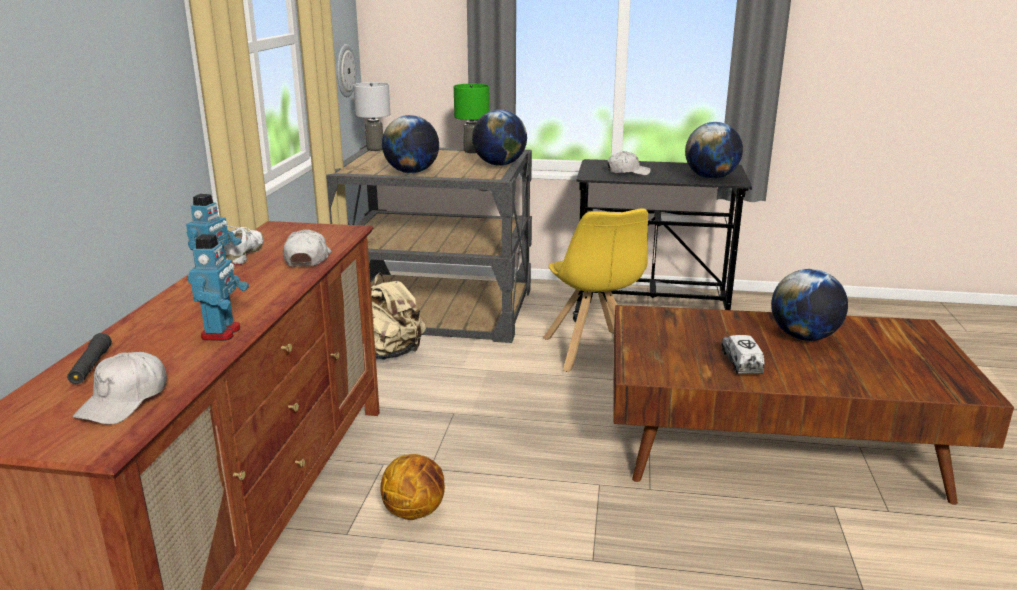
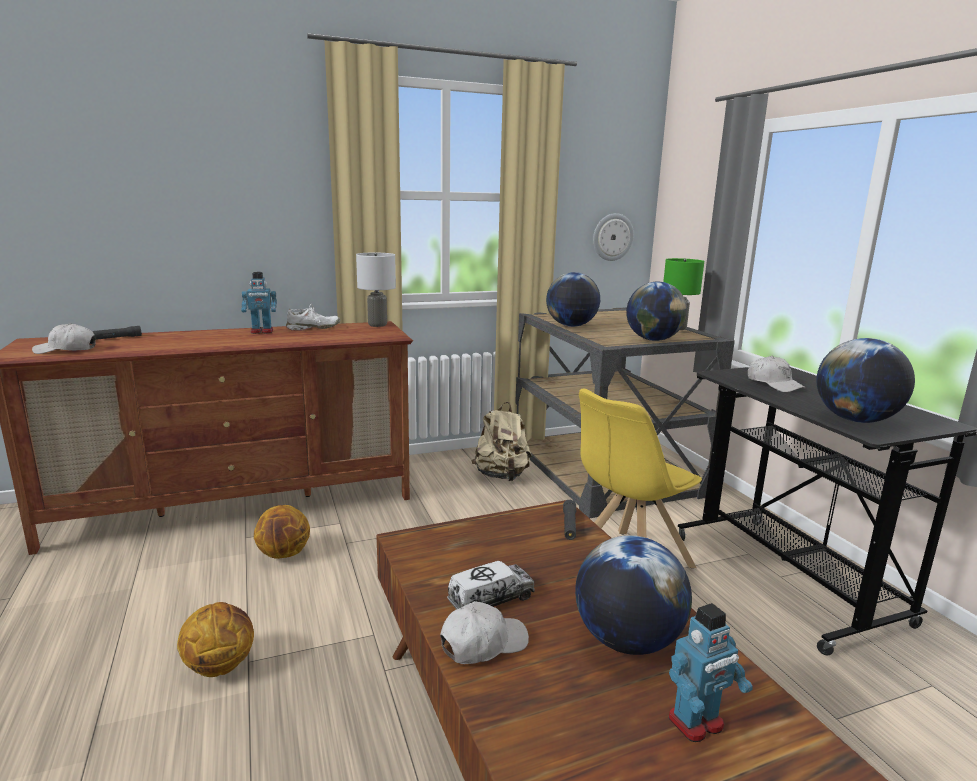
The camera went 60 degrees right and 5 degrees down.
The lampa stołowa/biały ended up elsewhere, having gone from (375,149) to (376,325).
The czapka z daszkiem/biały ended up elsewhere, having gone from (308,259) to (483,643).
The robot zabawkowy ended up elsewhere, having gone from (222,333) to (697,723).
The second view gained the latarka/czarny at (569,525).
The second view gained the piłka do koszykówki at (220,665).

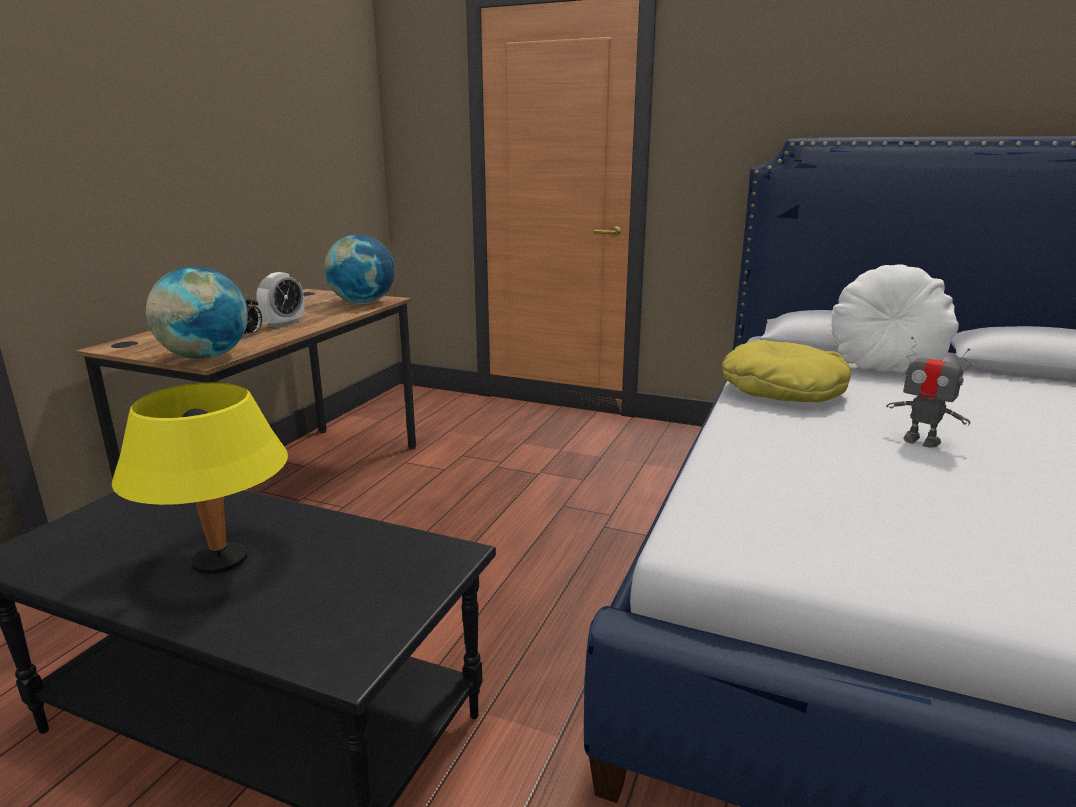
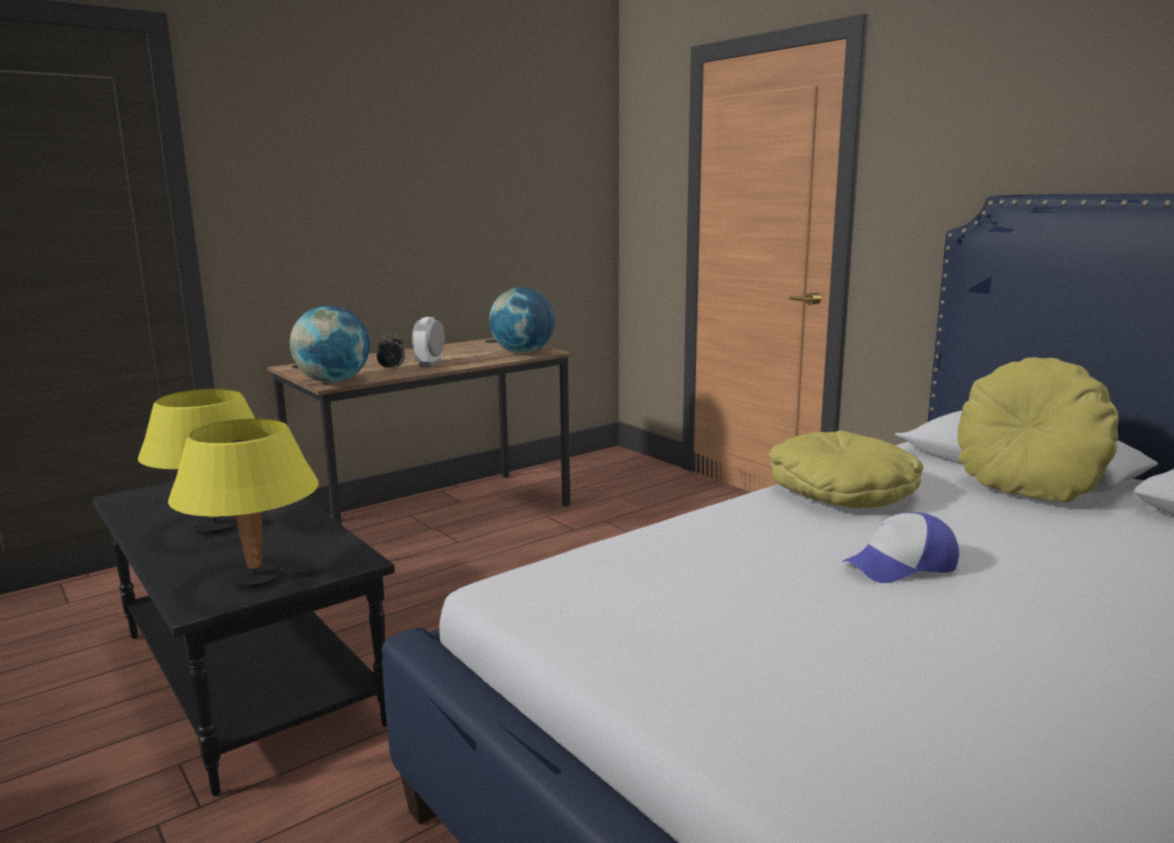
The camera went 30 degrees right and 5 degrees down.
What was the poduszka/biały at (884,369) turned into the poduszka/żółty at (1026,492).
The budzik at (283,324) ended up facing another way, 135 degrees clockwise from before.
Where the robot zabawkowy stood at (921,440), the czapka z daszkiem came to stand at (901,565).
The second view gained the lampa stołowa/żółty at (255,580).

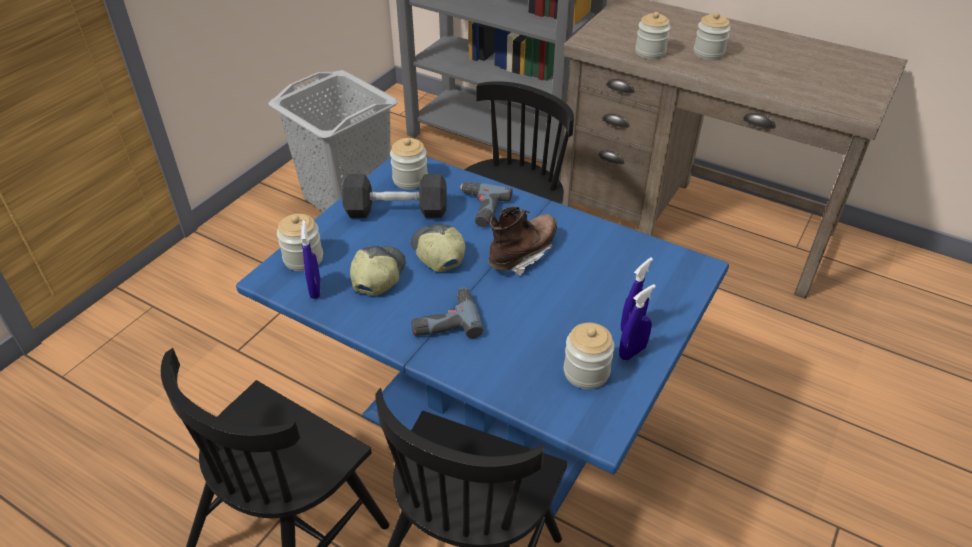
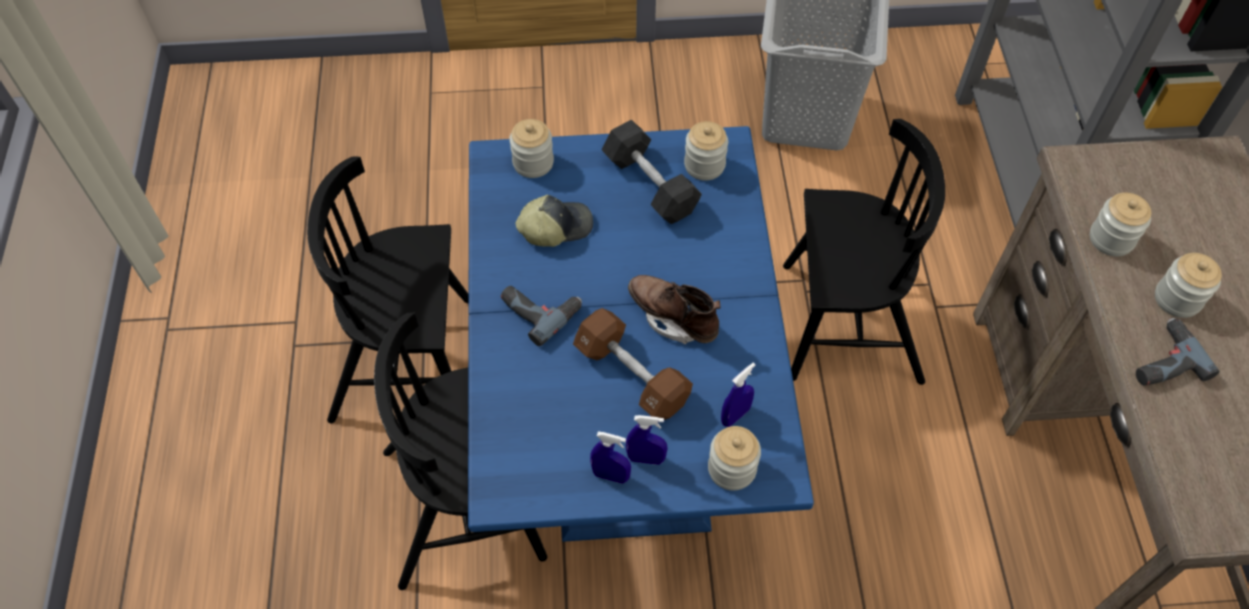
The camera went 55 degrees right and 15 degrees up.
The wiertarka ended up elsewhere, having gone from (479,208) to (1162,359).
The but z cholewką/brązowy at (522,254) ended up facing another way, 150 degrees counterclockwise from before.
The spryskiwacz/niebieski ended up elsewhere, having gone from (315,289) to (735,415).
The second view lost the czapka z daszkiem at (437,253).
The słoik ended up elsewhere, having gone from (586,372) to (732,469).
The second view gained the hantel/brązowy at (632,375).

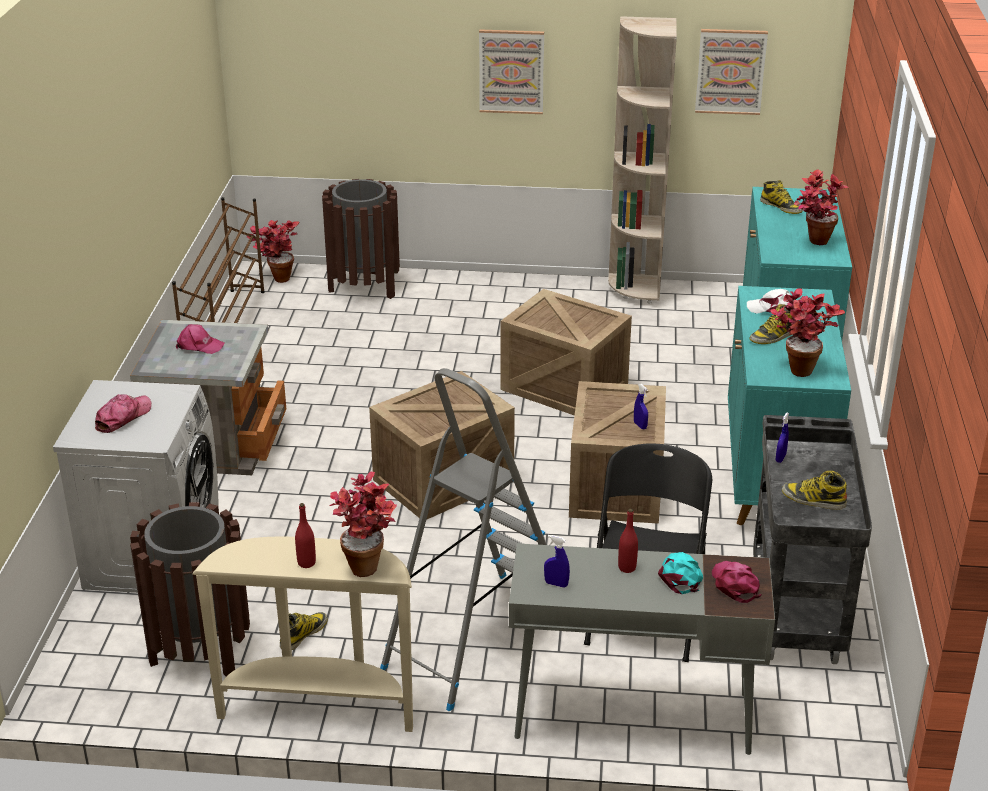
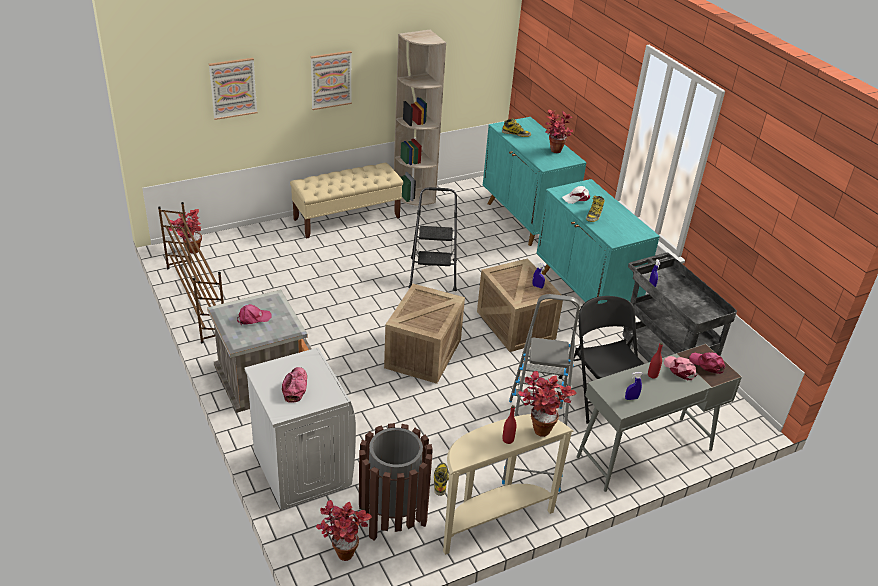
The camera went 35 degrees left and 5 degrees up.
The obraz ended up elsewhere, having gone from (730,71) to (233,88).
The second view lost the kosz na śmieci/brązowy at (364,287).
The roślina doniczkowa ended up elsewhere, having gone from (799,367) to (342,550).
Where the skrzynka stood at (566,387), the drabinka/czarny came to stand at (433,272).
The second view lost the but z cholewką at (813,500).
What was the czapka z daszkiem/turkusowy at (680,575) turned into the czapka z daszkiem/różowy at (679,369).
The second view gained the ławka/beżowy at (347,218).

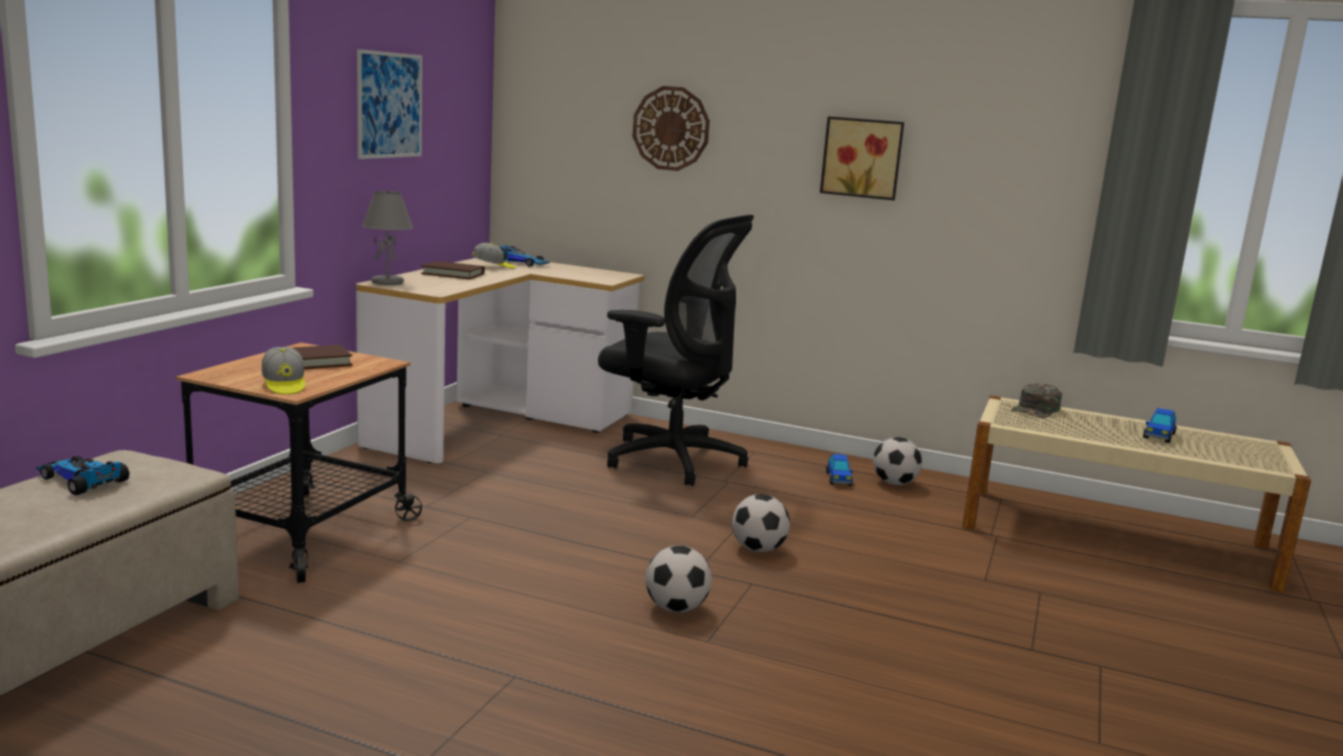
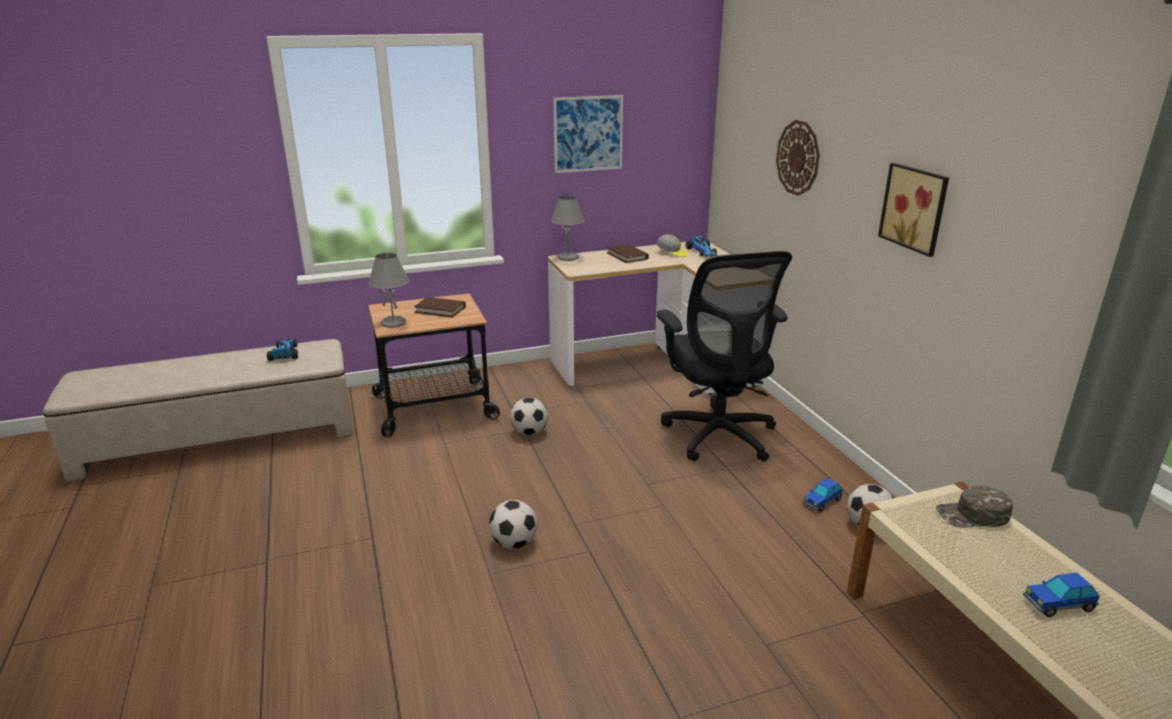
The camera went 50 degrees right and 10 degrees up.
Where the czapka z daszkiem stood at (284,385), the lampa stołowa/szary came to stand at (394,323).
The piłka futbolowa ended up elsewhere, having gone from (758,549) to (529,432).

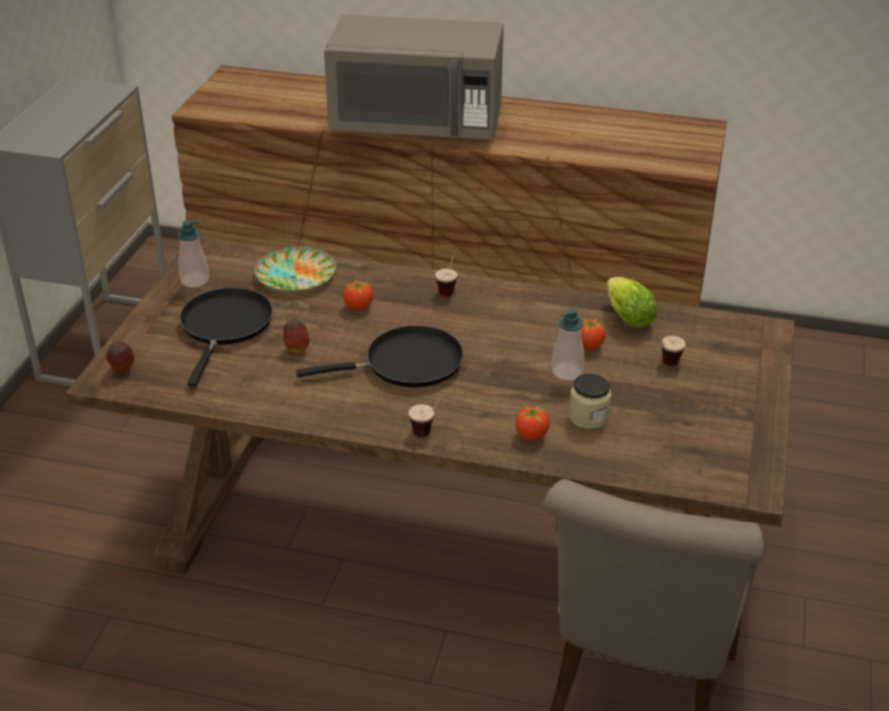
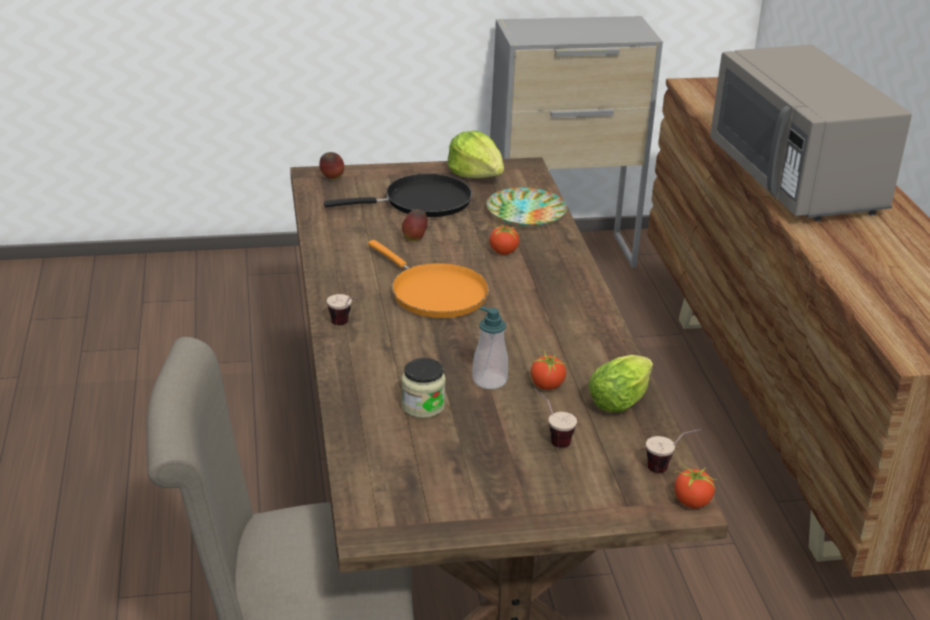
The camera went 65 degrees right and 5 degrees down.
Where the dozownik mydła stood at (195,280), the sałata came to stand at (476,174).
The filiżanka ended up elsewhere, having gone from (449,288) to (669,467).
What was the patelnia/czarny at (406,364) turned into the patelnia/pomarańczowy at (434,293).
The pomidor ended up elsewhere, having gone from (531,435) to (691,502).

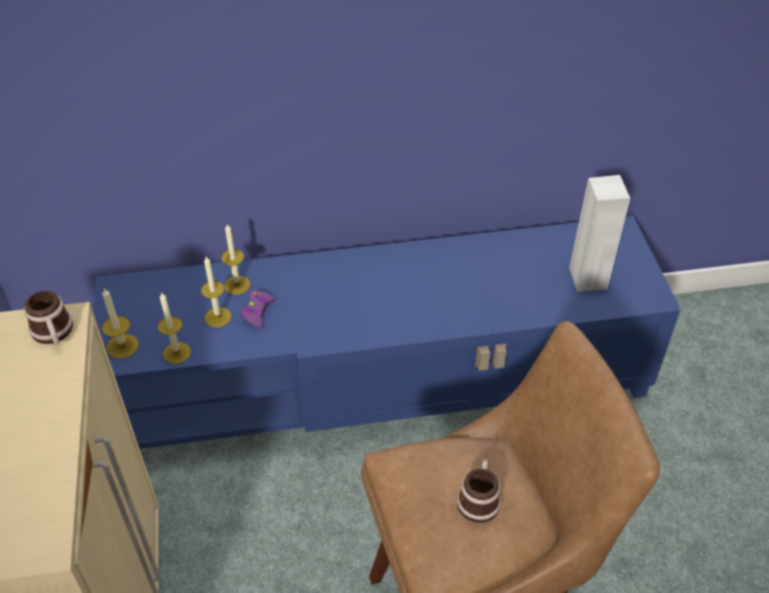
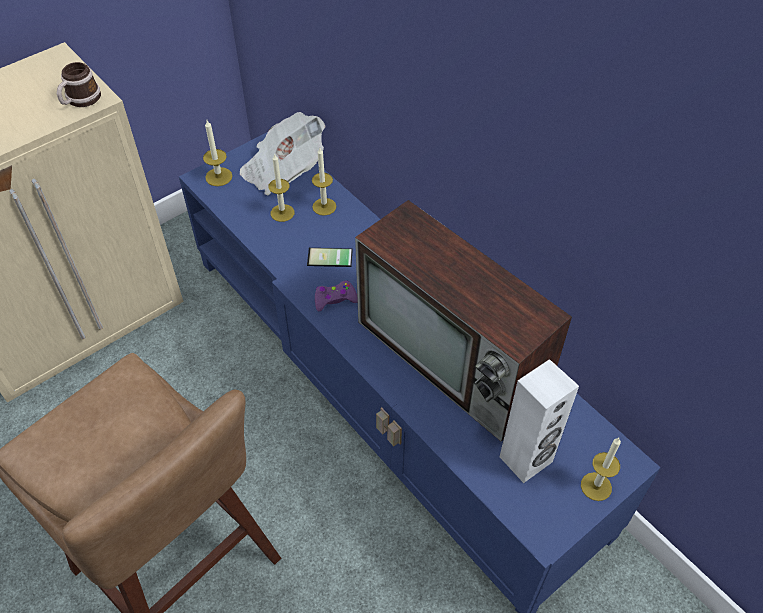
The camera went 60 degrees right and 5 degrees up.
The pad do gier/fioletowy ended up elsewhere, having gone from (257,312) to (335,299).
The świeca ended up elsewhere, having gone from (177,353) to (596,486).
The second view lost the kubek at (479,499).
The second view gained the gazeta at (284,170).
The second view gained the telewizor at (453,360).
The second view gained the telefon at (329,259).

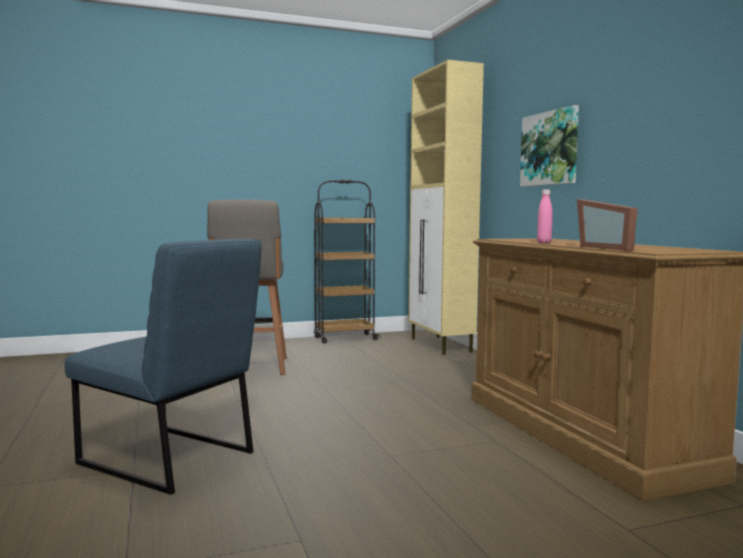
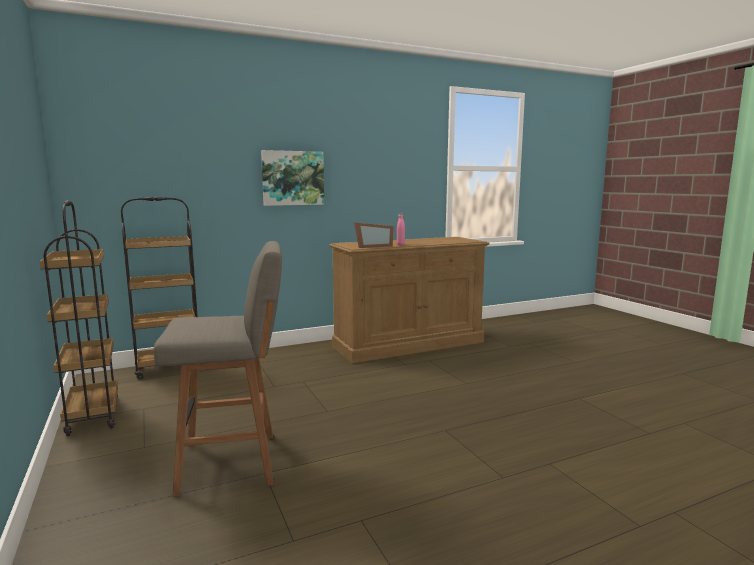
The camera went 95 degrees left and 5 degrees up.
Where the szafka/beżowy stood at (441,345), the wózek/brązowy came to stand at (170,369).
The ramka na zdjęcie ended up elsewhere, having gone from (609,248) to (372,246).
The second view lost the krzesło/niebieski at (169,459).

